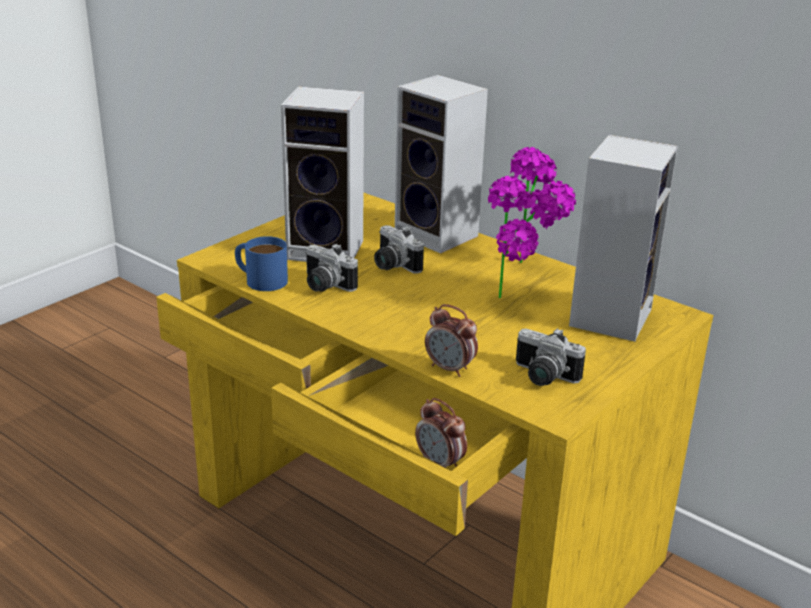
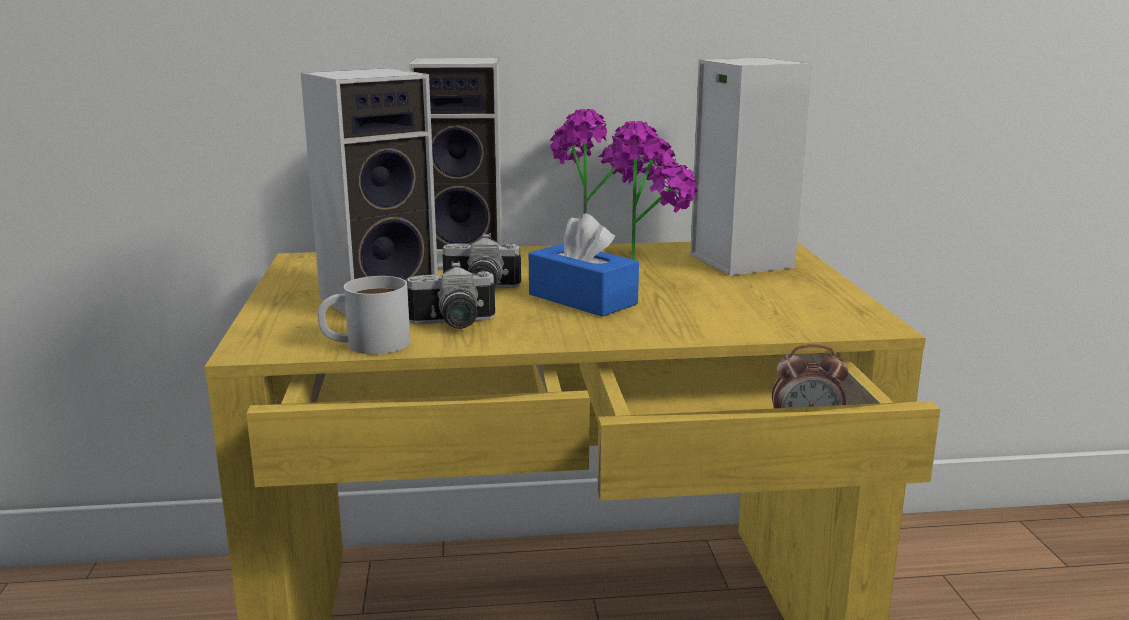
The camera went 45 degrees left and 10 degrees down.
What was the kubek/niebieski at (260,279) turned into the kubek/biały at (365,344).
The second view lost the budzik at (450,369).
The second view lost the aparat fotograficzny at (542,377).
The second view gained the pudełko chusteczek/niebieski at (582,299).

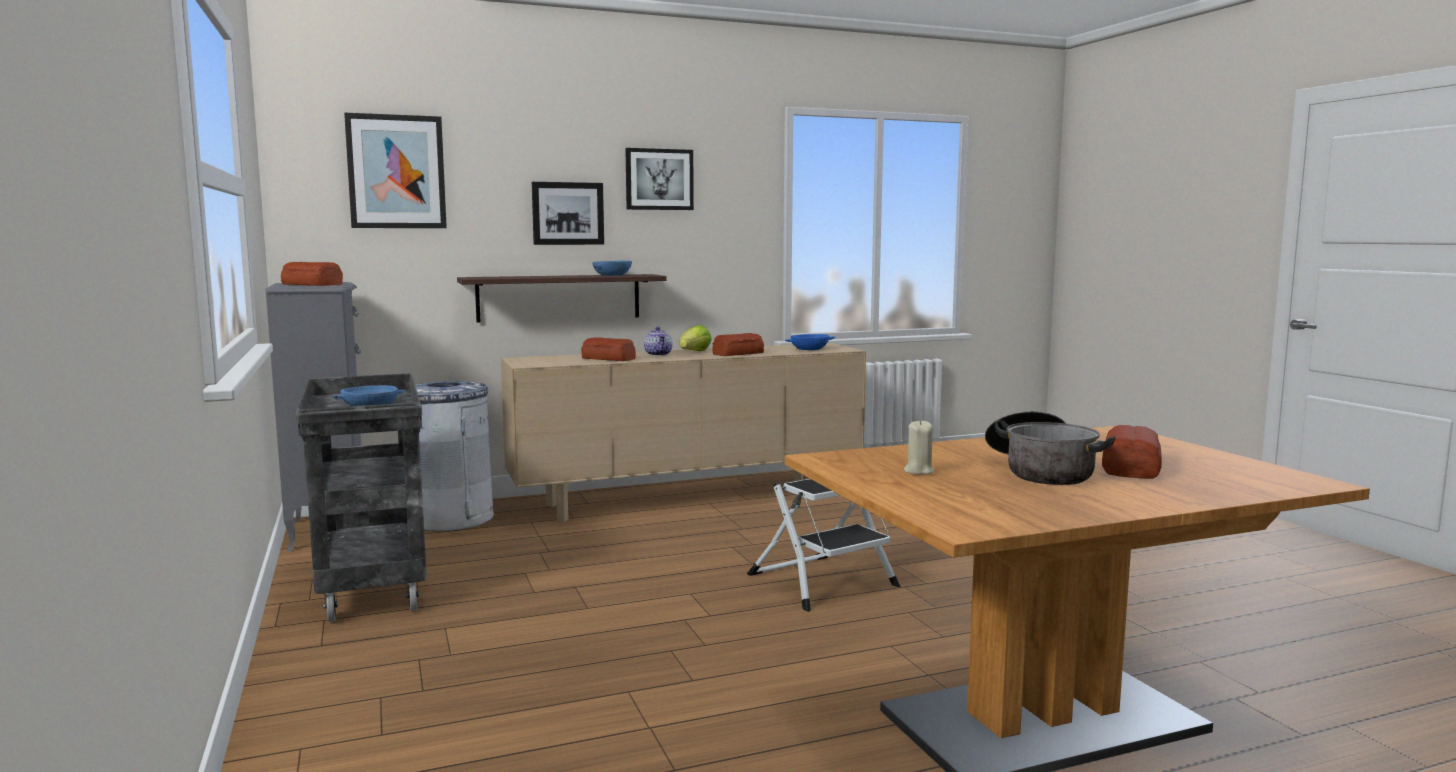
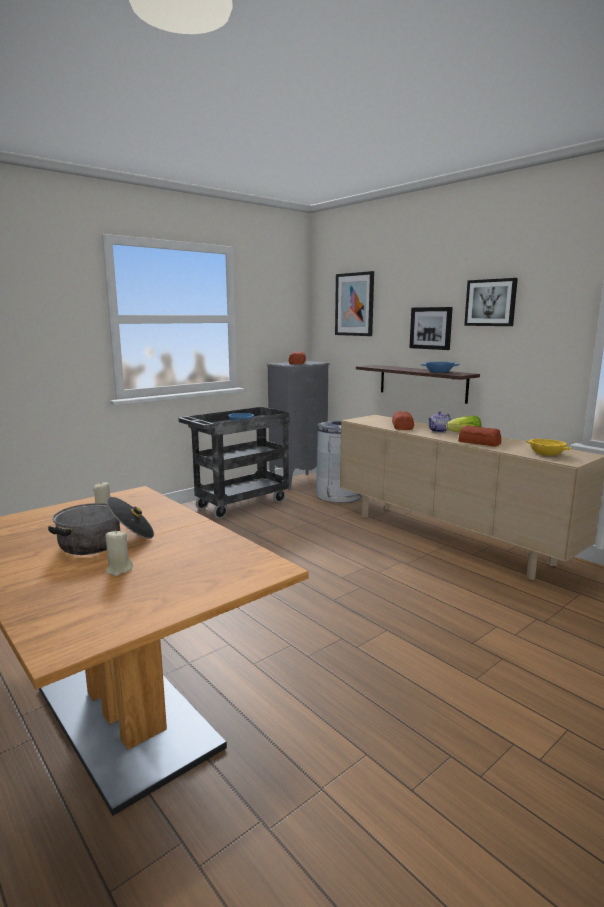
The camera went 70 degrees right and 5 degrees up.
What was the miska/niebieski at (809,349) turned into the miska/żółty at (546,454).
Where the chleb stood at (1130,467), the świeca/beżowy came to stand at (119,570).
The second view lost the drabinka at (821,582).

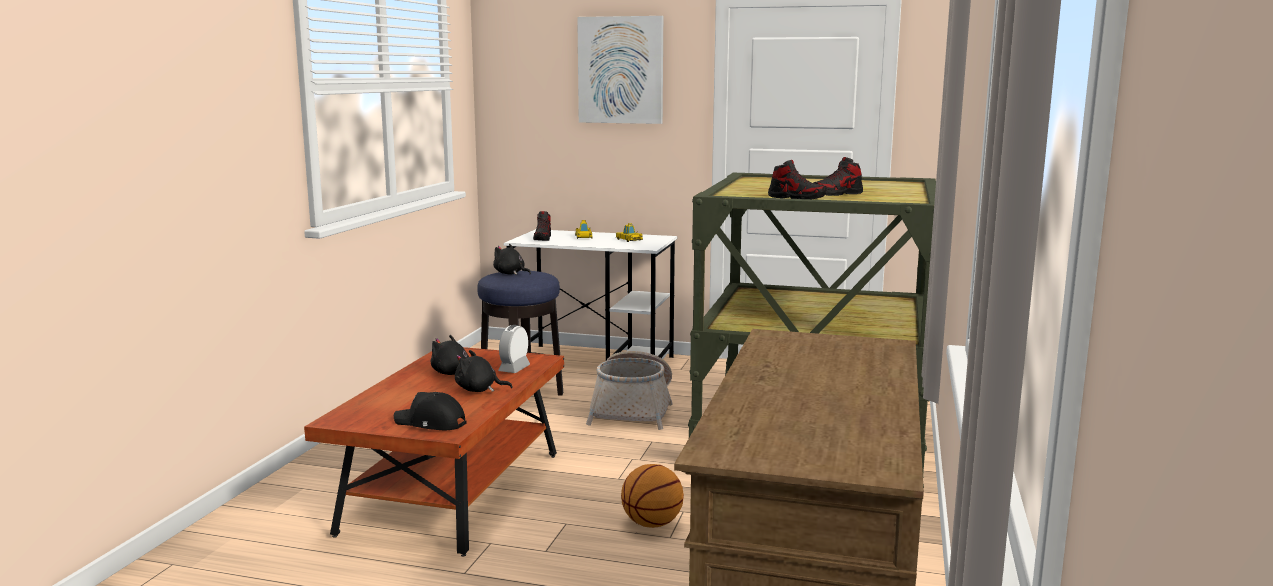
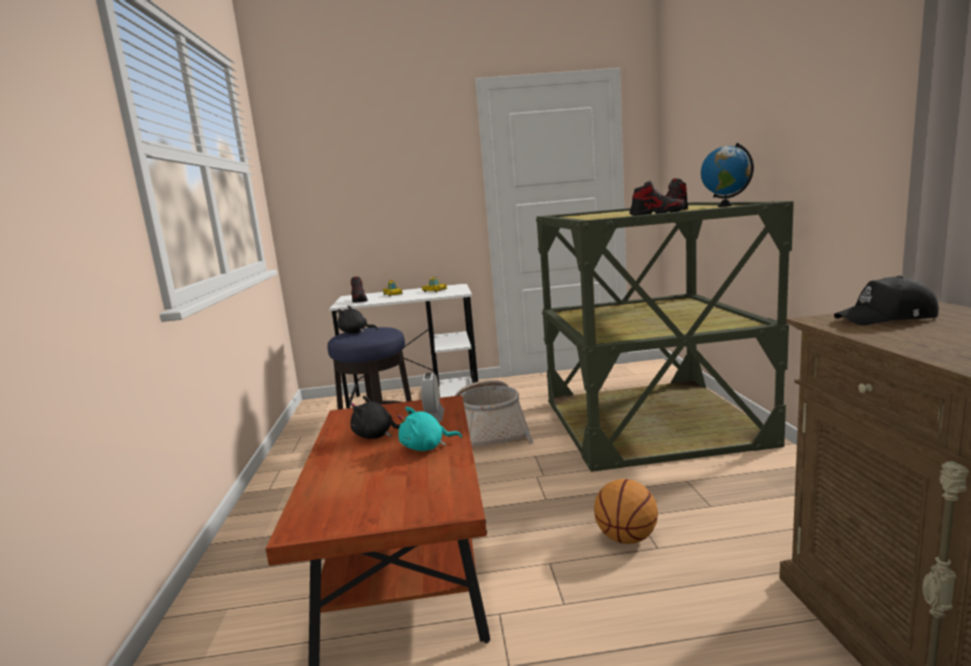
The camera went 20 degrees left and 0 degrees up.
The second view lost the obraz at (621,70).
What was the pluszak/czarny at (479,390) turned into the pluszak/turkusowy at (426,447).
The czapka z daszkiem/czarny ended up elsewhere, having gone from (430,423) to (887,318).
The second view gained the globus at (725,206).

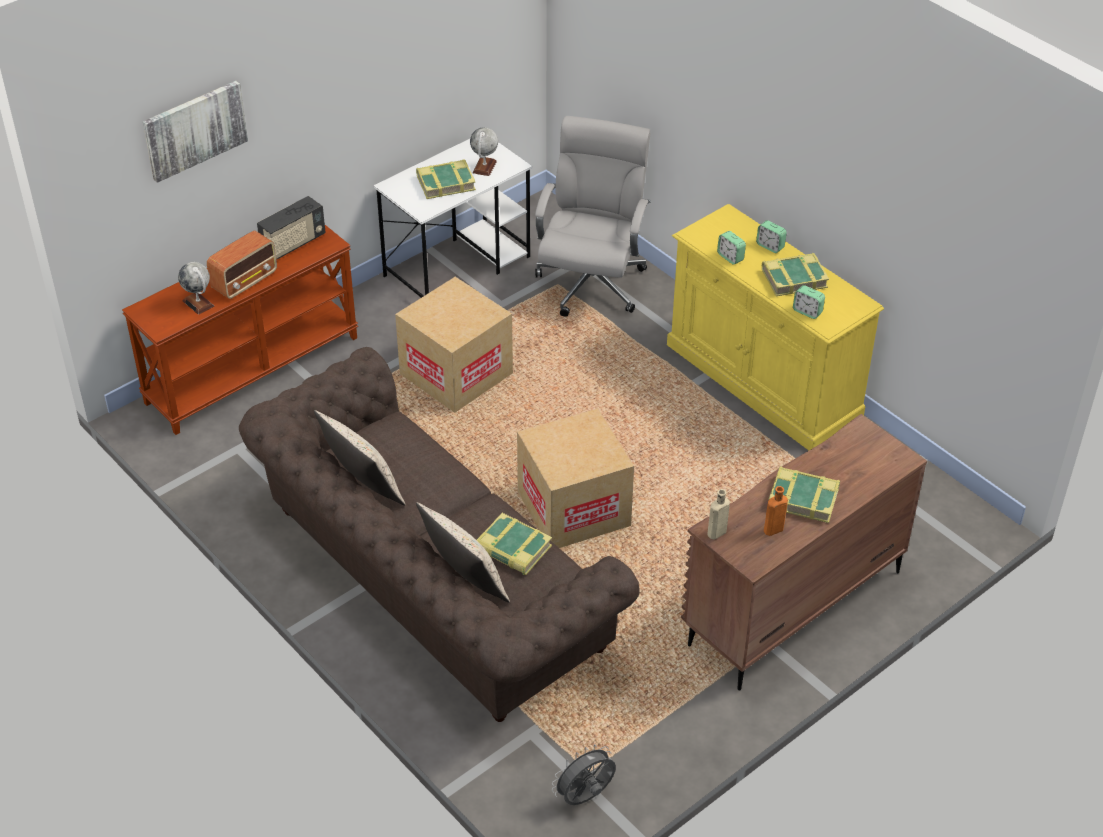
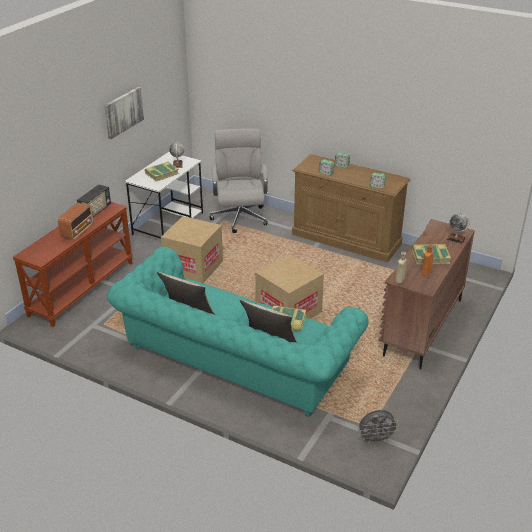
The camera went 20 degrees left and 10 degrees down.
The obraz ended up elsewhere, having gone from (194,129) to (123,112).
What was the szafka/żółty at (763,381) turned into the szafka/brązowy at (346,239).
The second view lost the książka at (794,278).
The globus ended up elsewhere, having gone from (198,303) to (456,239).
What was the kanapa/brązowy at (431,583) turned into the kanapa/turkusowy at (234,361).
The wentylator/szary at (585,797) ended up facing another way, 135 degrees counterclockwise from before.

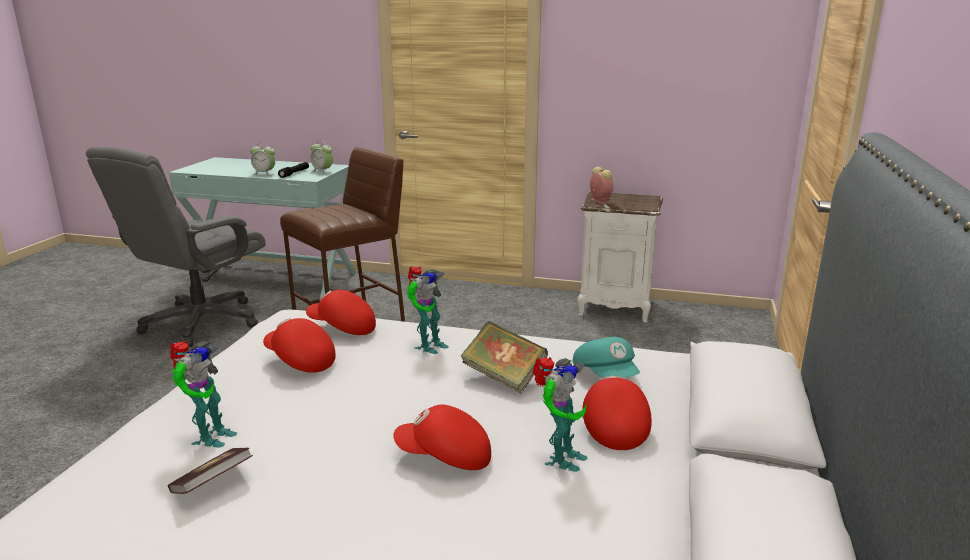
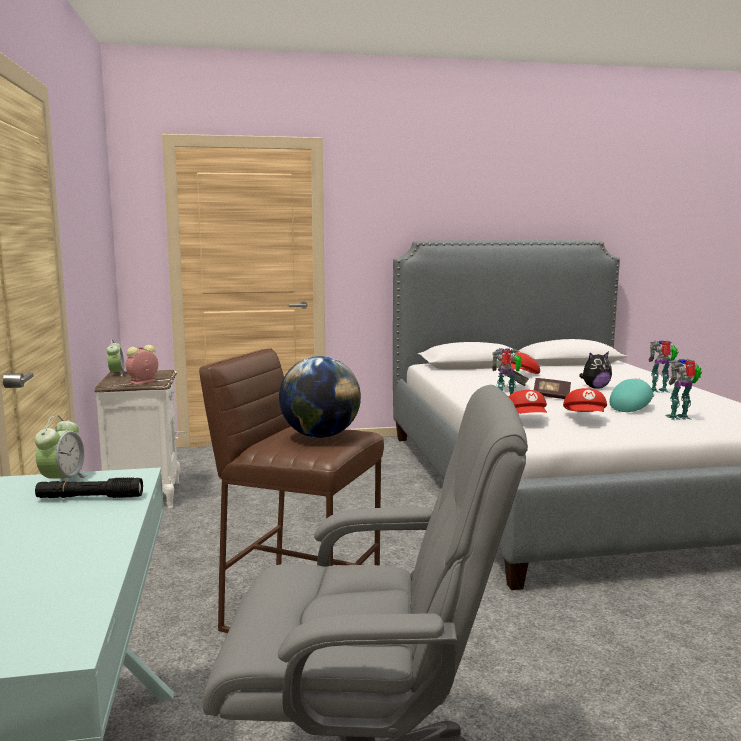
The camera went 115 degrees left and 10 degrees down.
The budzik ended up elsewhere, having gone from (264,173) to (116,374).
The czapka z daszkiem/turkusowy ended up elsewhere, having gone from (606,375) to (631,407).
The robot zabawkowy ended up elsewhere, having gone from (560,458) to (660,391).
Where the czapka z daszkiem/czerwony stood at (445,457), the pluszak came to stand at (595,388).
The książka ended up elsewhere, having gone from (212,483) to (551,396).
The second view gained the globus at (320,436).

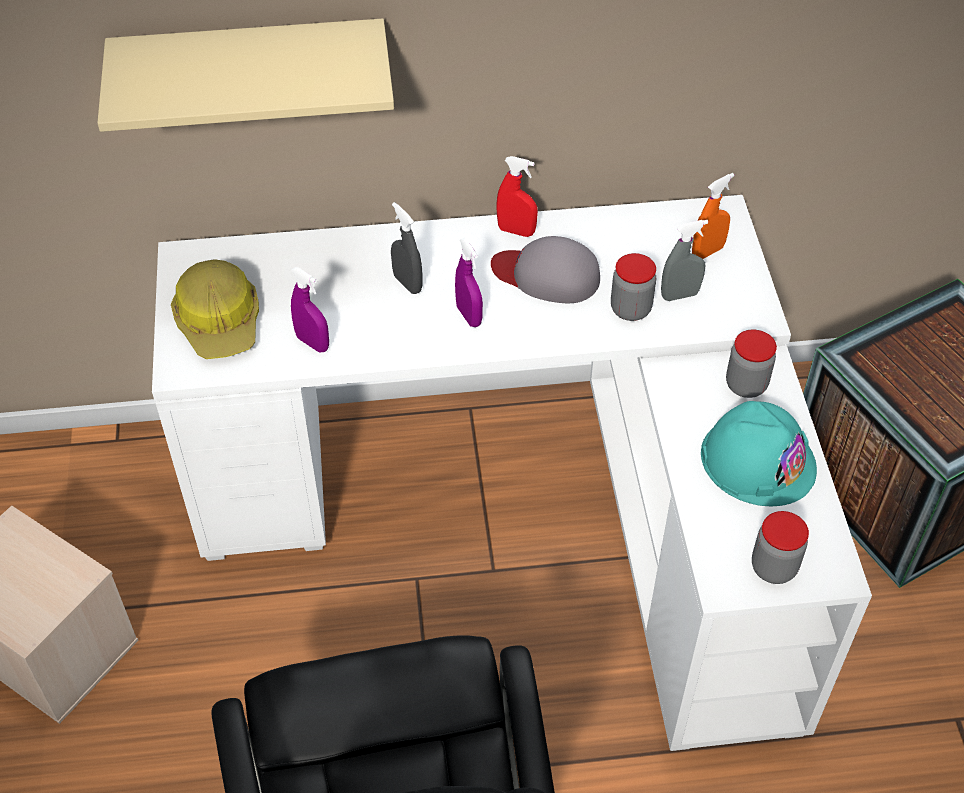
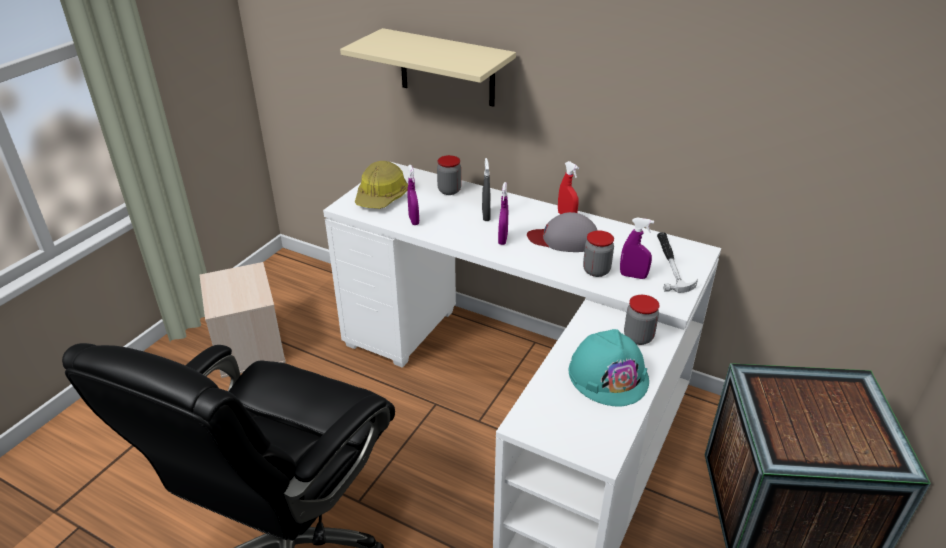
The camera went 35 degrees right and 15 degrees down.
Where the spryskiwacz/pomarańczowy stood at (707,252), the młotek came to stand at (671,264).
What was the spryskiwacz/szary at (680,295) turned into the spryskiwacz/fioletowy at (633,276).
The czapka z daszkiem/szary at (547,275) ended up facing another way, 45 degrees counterclockwise from before.
The słoik ended up elsewhere, having gone from (773,567) to (449,190).

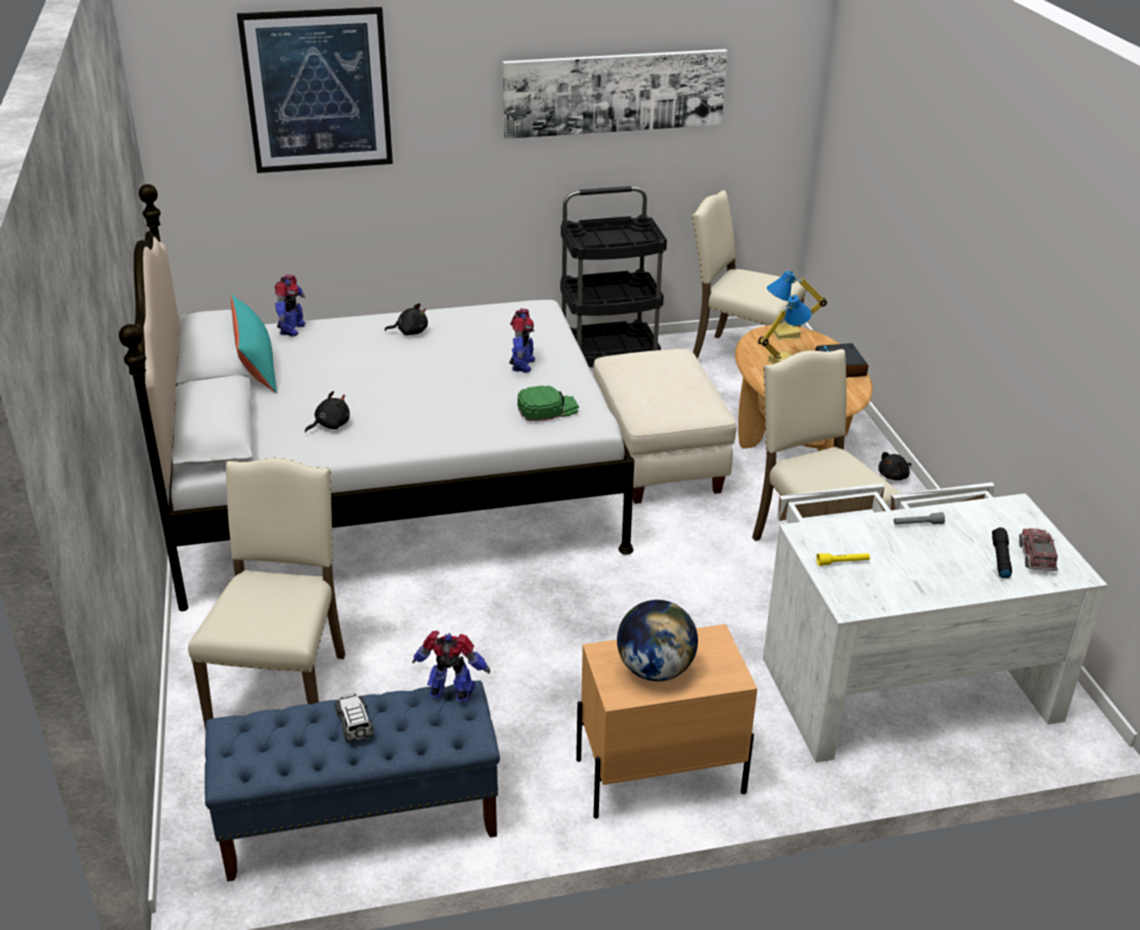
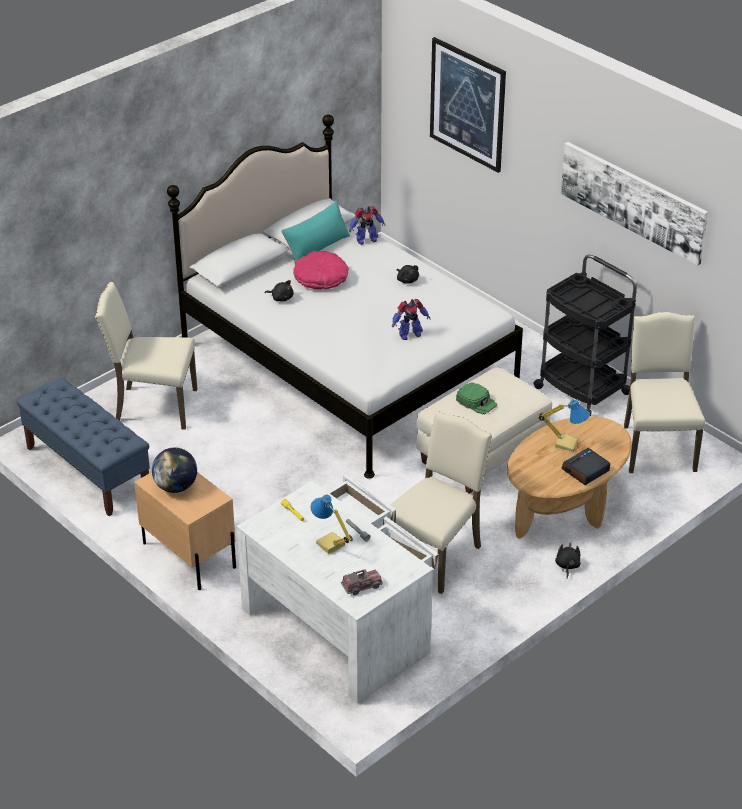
The camera went 60 degrees right and 5 degrees up.
The lampa stołowa ended up elsewhere, having gone from (786,334) to (330,545).
The czapka z daszkiem/zielony ended up elsewhere, having gone from (547,408) to (476,402).
The pluszak/czarny at (894,476) ended up facing another way, 75 degrees clockwise from before.
The krzesło/beżowy at (283,689) ended up facing another way, 150 degrees counterclockwise from before.
The second view lost the latarka/czarny at (1000,558).
The second view lost the robot zabawkowy at (451,694).
The second view lost the samochodzik at (355,725).
The second view gained the poduszka/różowy at (320,278).

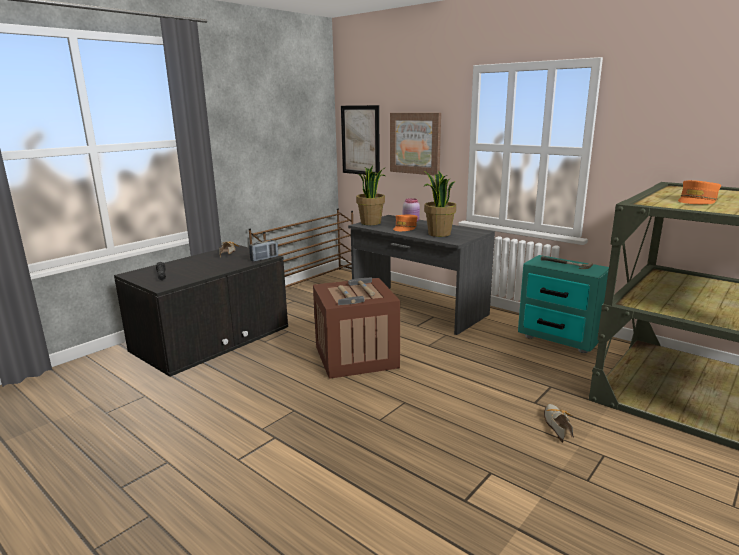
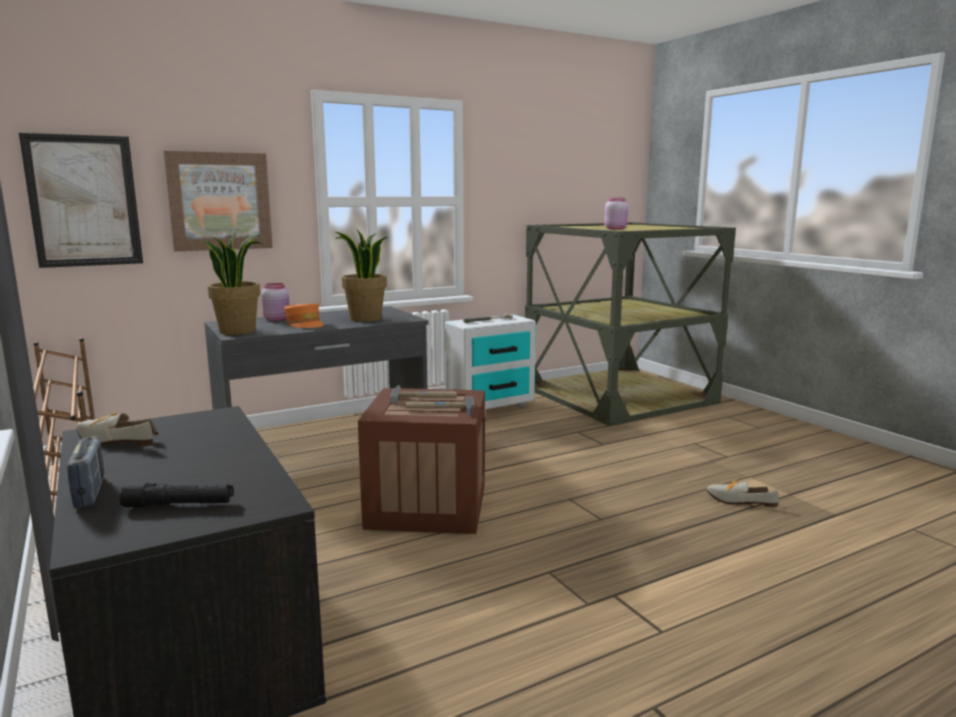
The camera went 70 degrees left and 5 degrees down.
Where the czapka z daszkiem/pomarańczowy stood at (697,201), the słoik/różowy came to stand at (615,229).
The radio ended up elsewhere, having gone from (264,259) to (90,492).
What was the szafka nocna/turkusowy at (558,341) turned into the szafka nocna/biały at (491,407).
The but ended up elsewhere, having gone from (557,425) to (736,500).

